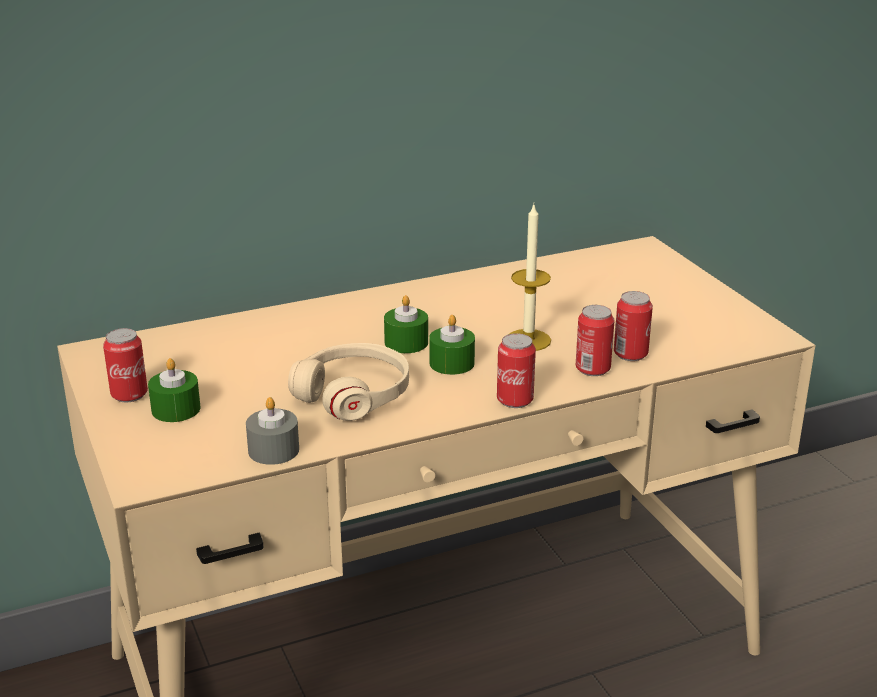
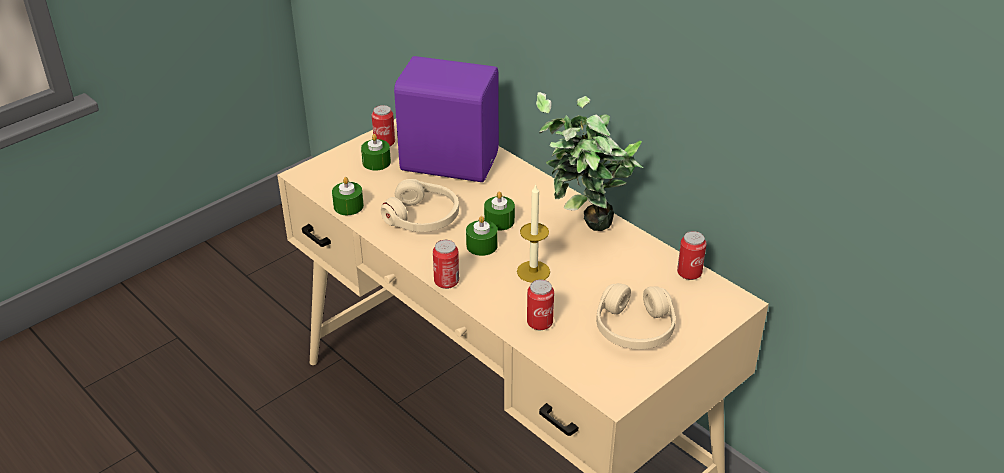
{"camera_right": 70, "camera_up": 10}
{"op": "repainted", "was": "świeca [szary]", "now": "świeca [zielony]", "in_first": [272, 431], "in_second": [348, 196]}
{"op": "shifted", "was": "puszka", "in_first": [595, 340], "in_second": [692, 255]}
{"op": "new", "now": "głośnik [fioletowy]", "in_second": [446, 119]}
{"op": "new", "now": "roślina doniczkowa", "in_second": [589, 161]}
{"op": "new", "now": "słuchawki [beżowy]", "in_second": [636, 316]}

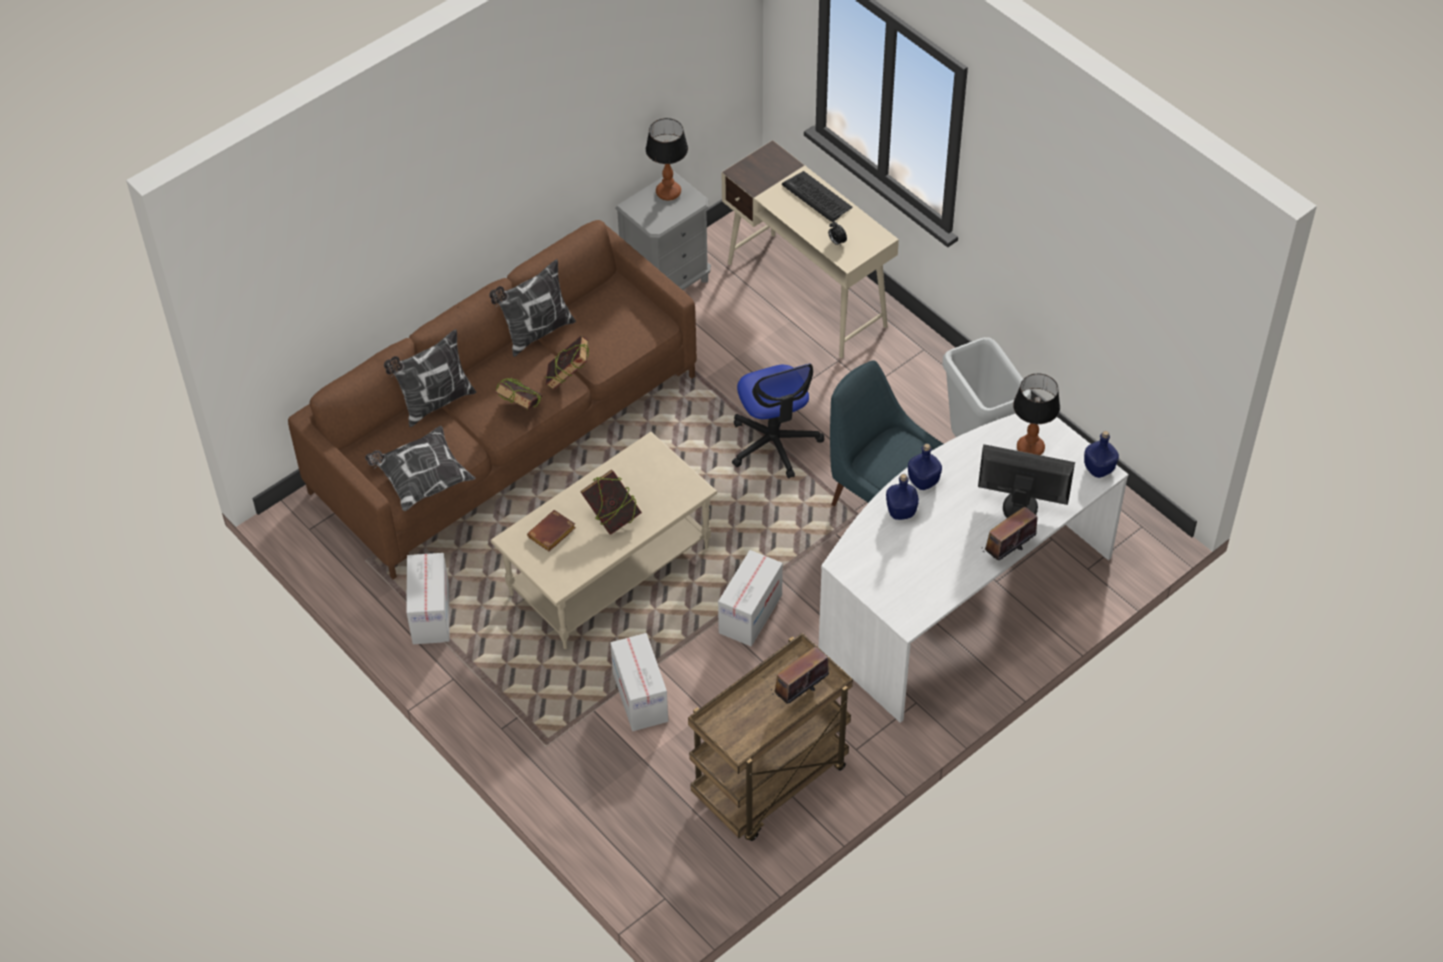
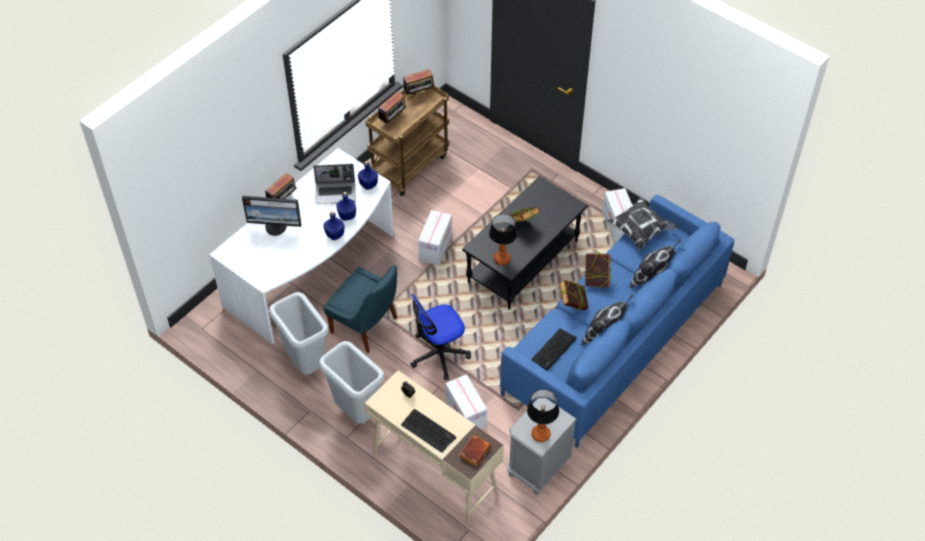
{"camera_right": 170, "camera_up": 0}
{"op": "repainted", "was": "kanapa [brązowy]", "now": "kanapa [niebieski]", "in_first": [492, 399], "in_second": [617, 321]}
{"op": "repainted", "was": "ława [beżowy]", "now": "ława [czarny]", "in_first": [604, 540], "in_second": [525, 242]}
{"op": "shifted", "was": "książka [brązowy]", "in_first": [551, 530], "in_second": [475, 450]}
{"op": "shifted", "was": "karton", "in_first": [639, 682], "in_second": [466, 402]}
{"op": "rotated", "was": "krzesło biurowe", "in_first": [778, 421], "in_second": [440, 337], "clockwise": -90}
{"op": "shifted", "was": "lampa stołowa", "in_first": [1036, 414], "in_second": [503, 239]}
{"op": "shifted", "was": "butelka [niebieski]", "in_first": [1101, 454], "in_second": [368, 175]}
{"op": "new", "now": "laptop", "in_second": [334, 184]}
{"op": "new", "now": "kosz na śmieci [szary]", "in_second": [351, 382]}
{"op": "new", "now": "radio", "in_second": [419, 82]}
{"op": "new", "now": "klawiatura", "in_second": [554, 350]}

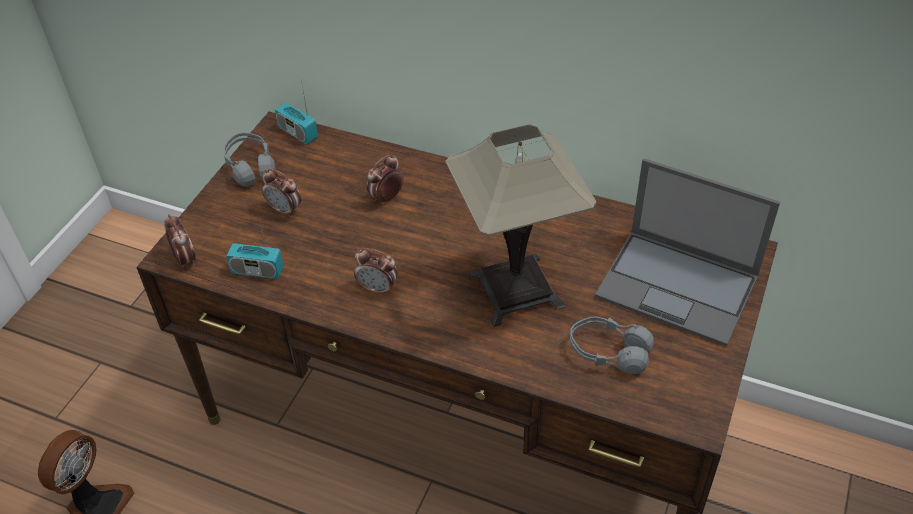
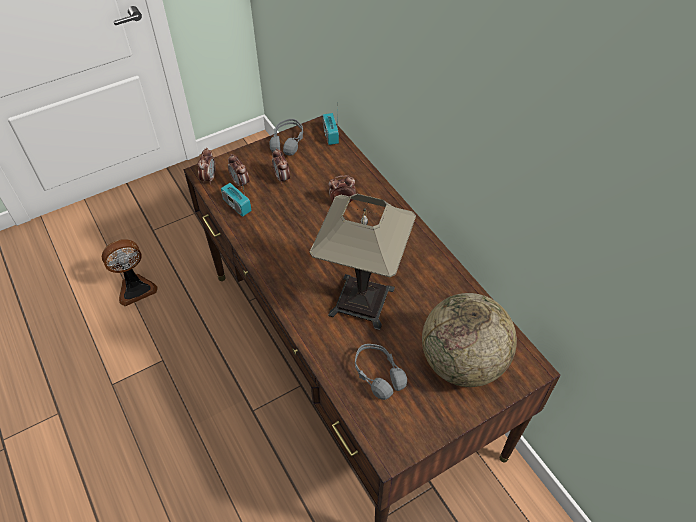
{"camera_right": 35, "camera_up": 5}
{"op": "shifted", "was": "budzik", "in_first": [376, 271], "in_second": [239, 171]}
{"op": "swapped", "was": "laptop", "now": "globus", "in_first": [687, 252], "in_second": [469, 340]}

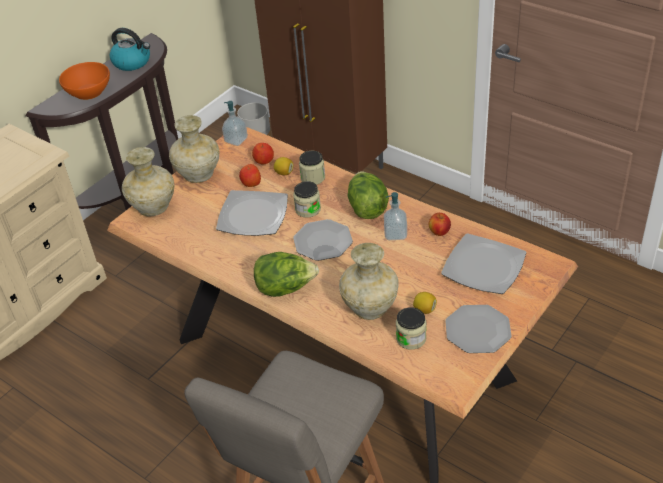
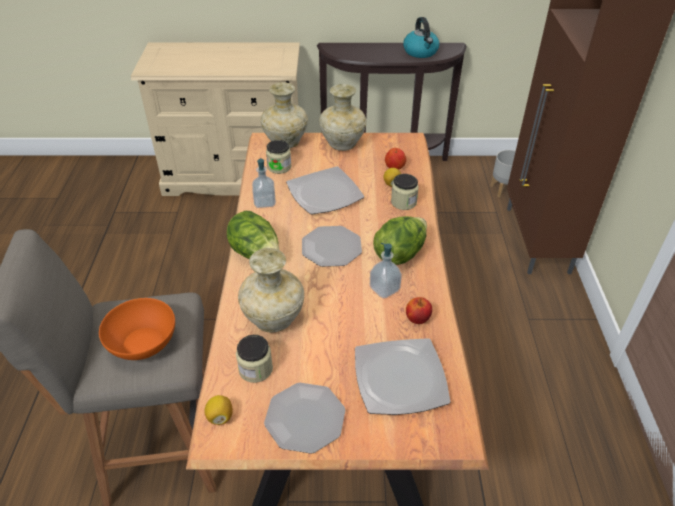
{"camera_right": 50, "camera_up": 0}
{"op": "shifted", "was": "miska [pomarańczowy]", "in_first": [84, 81], "in_second": [137, 329]}
{"op": "shifted", "was": "dozownik mydła", "in_first": [235, 123], "in_second": [264, 183]}
{"op": "gone", "was": "jabłko", "in_first": [250, 175]}
{"op": "shifted", "was": "słoik", "in_first": [307, 199], "in_second": [279, 157]}
{"op": "shifted", "was": "cytryna", "in_first": [425, 303], "in_second": [218, 410]}

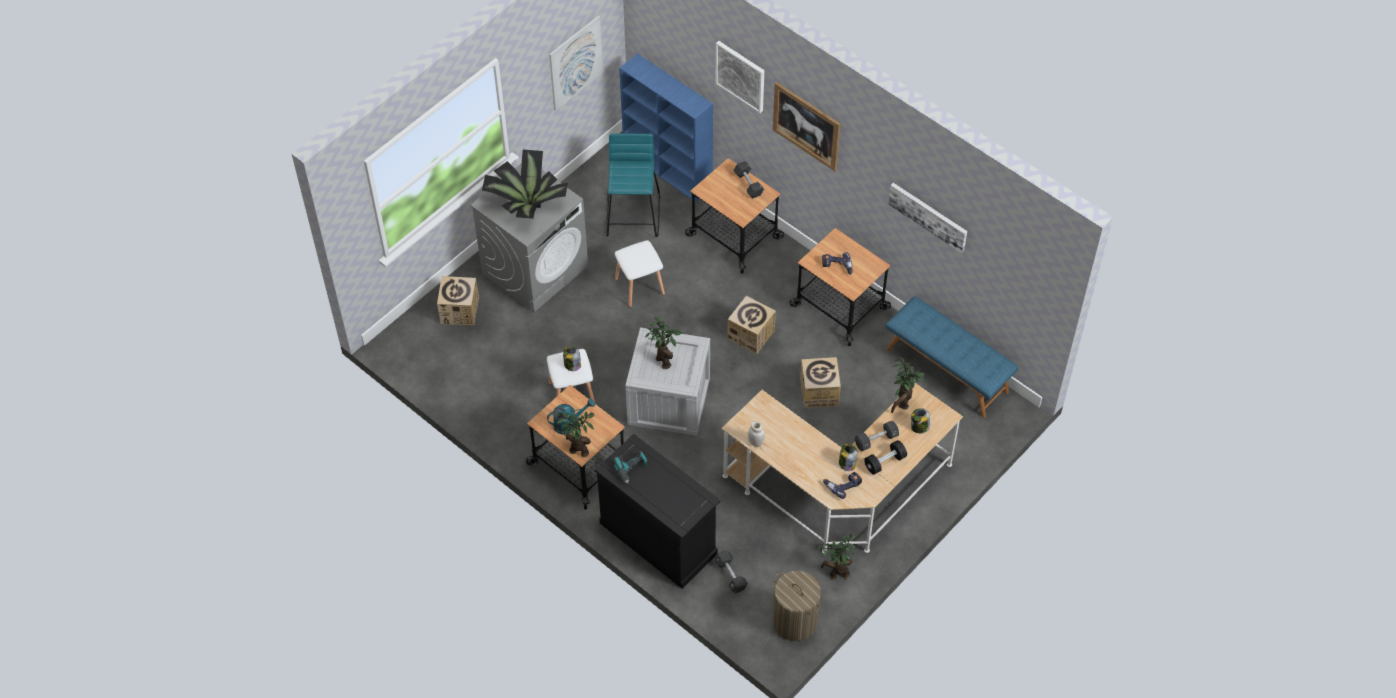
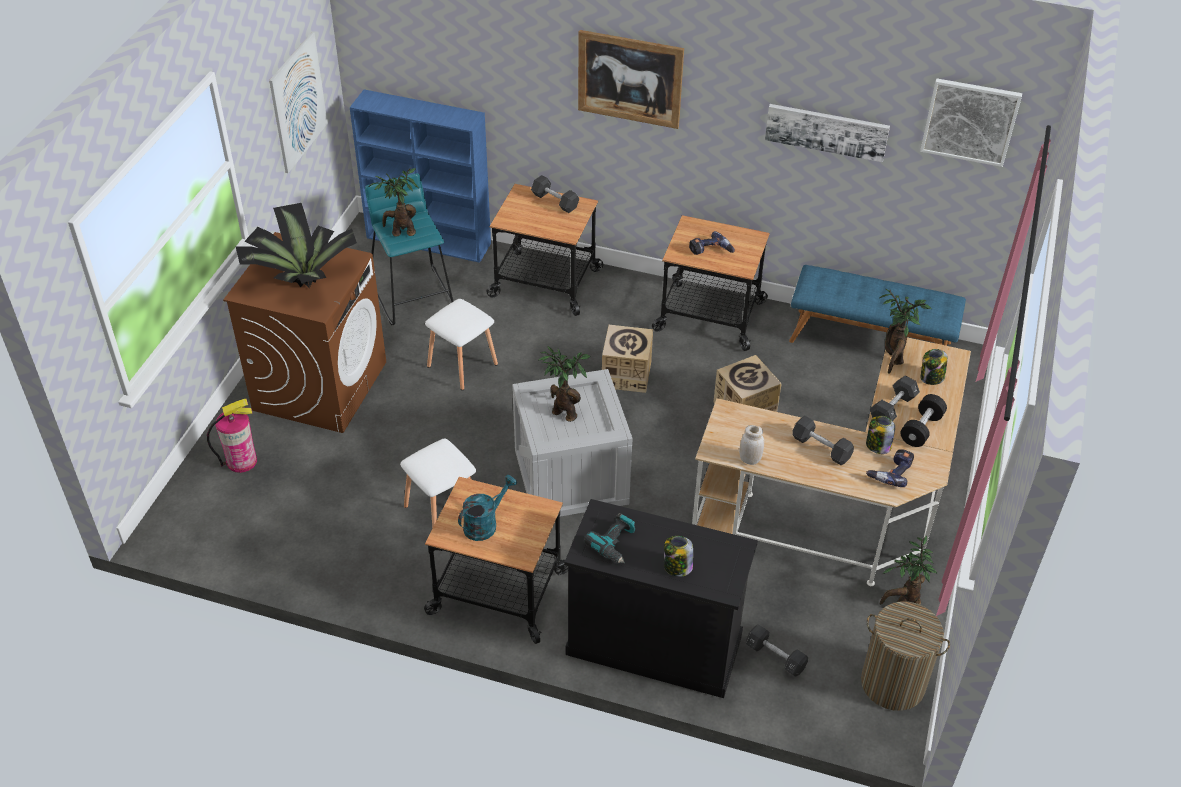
{"camera_right": -25, "camera_up": -10}
{"op": "swapped", "was": "karton", "now": "gaśnica", "in_first": [458, 300], "in_second": [232, 436]}
{"op": "repainted", "was": "pralka [szary]", "now": "pralka [brązowy]", "in_first": [529, 238], "in_second": [304, 332]}
{"op": "shifted", "was": "roślina doniczkowa", "in_first": [575, 434], "in_second": [393, 202]}
{"op": "shifted", "was": "słoik", "in_first": [572, 358], "in_second": [678, 556]}
{"op": "shifted", "was": "obraz", "in_first": [740, 77], "in_second": [971, 122]}
{"op": "new", "now": "hantel [czarny]", "in_second": [823, 440]}

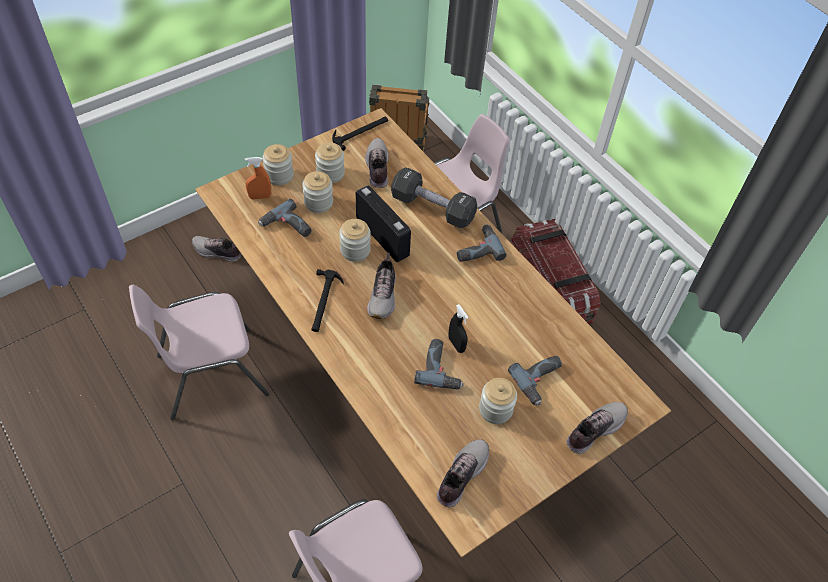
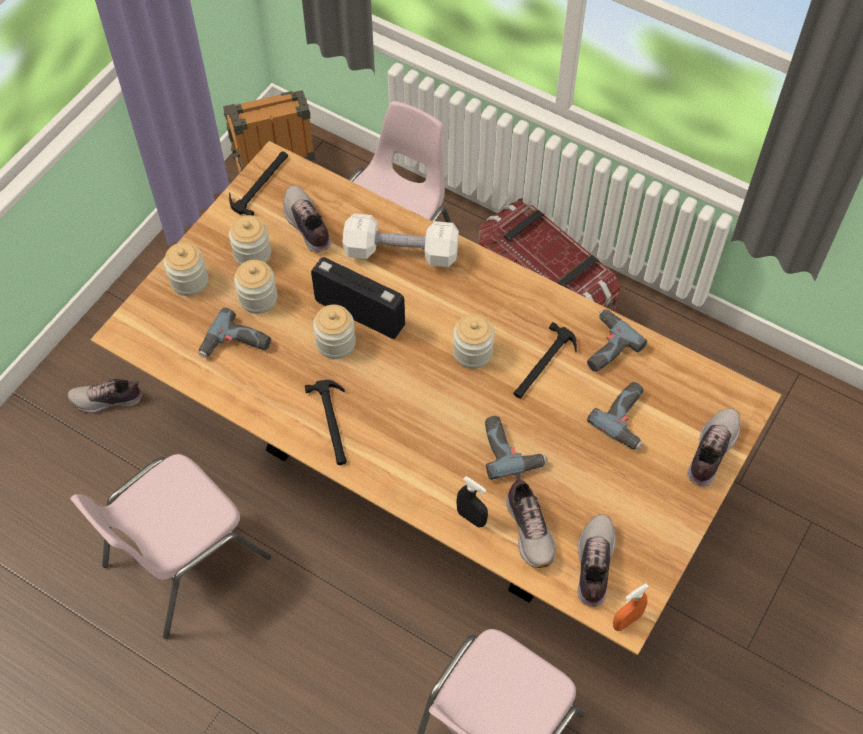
{"camera_right": -20, "camera_up": 5}
{"op": "shifted", "was": "spryskiwacz [pomarańczowy]", "in_first": [258, 178], "in_second": [631, 607]}
{"op": "shifted", "was": "but", "in_first": [381, 286], "in_second": [530, 520]}
{"op": "repainted", "was": "hantel [czarny]", "now": "hantel [biały]", "in_first": [434, 198], "in_second": [401, 240]}
{"op": "shifted", "was": "spryskiwacz [czarny]", "in_first": [458, 328], "in_second": [472, 502]}
{"op": "shifted", "was": "wiertarka", "in_first": [482, 243], "in_second": [617, 341]}
{"op": "shifted", "was": "słoik", "in_first": [498, 401], "in_second": [473, 341]}
{"op": "new", "now": "młotek", "in_second": [545, 360]}

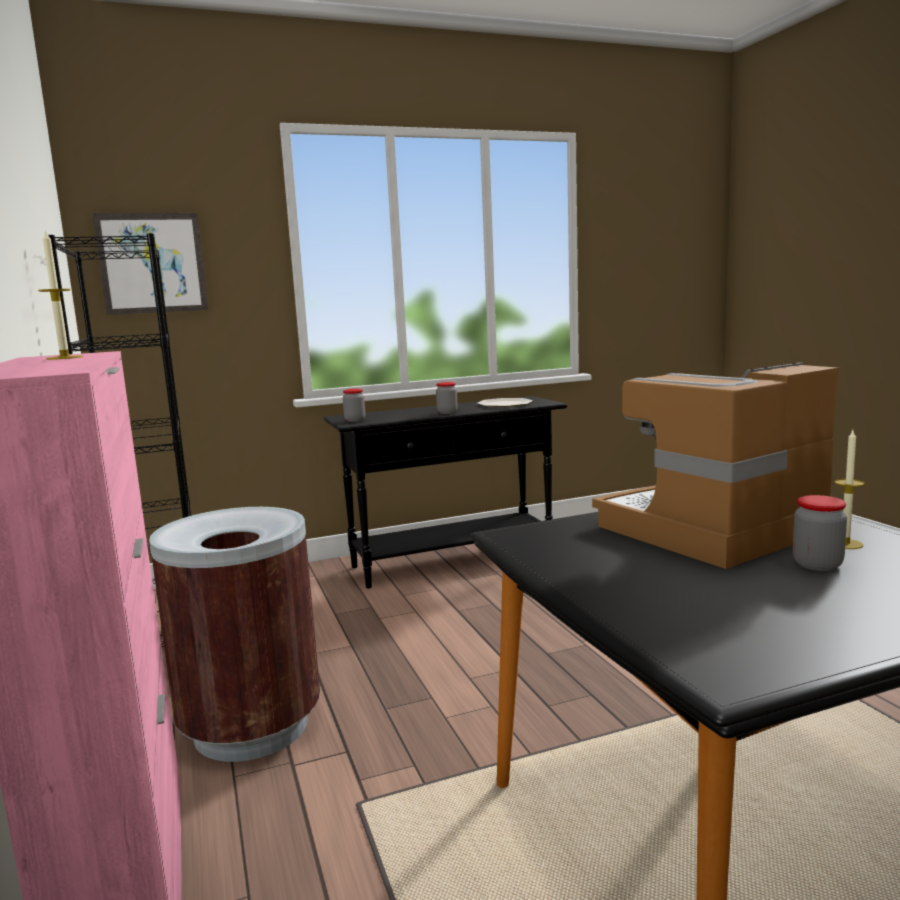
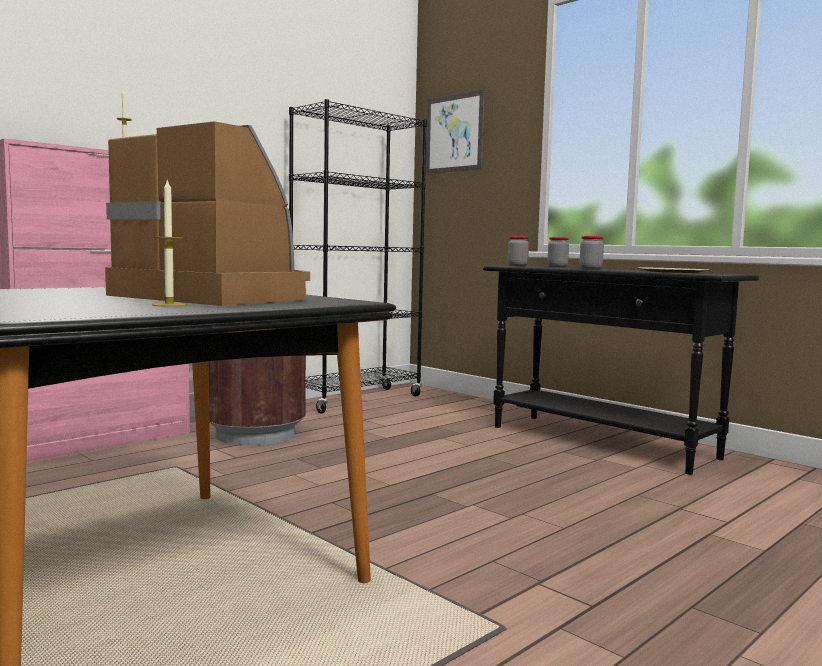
{"camera_right": 65, "camera_up": -5}
{"op": "shifted", "was": "słoik", "in_first": [820, 533], "in_second": [558, 252]}

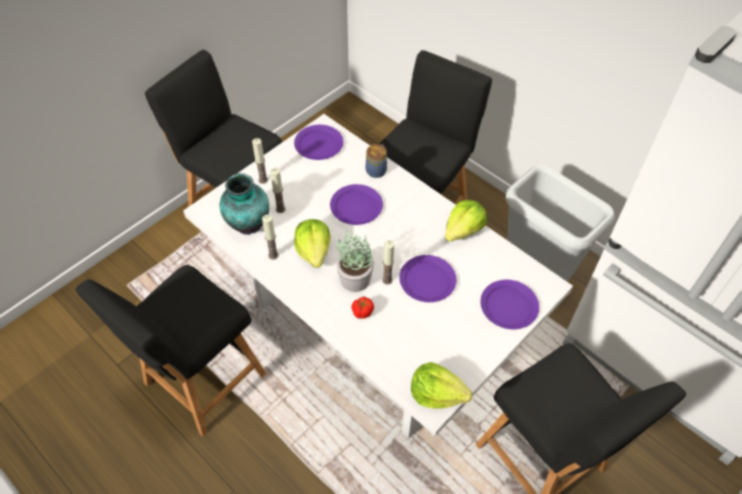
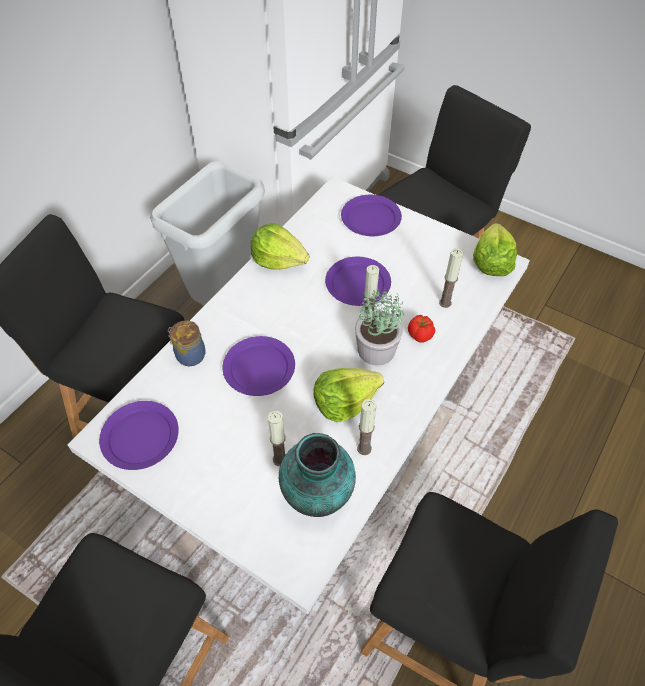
{"camera_right": -100, "camera_up": 0}
{"op": "shifted", "was": "świeca", "in_first": [260, 161], "in_second": [451, 278]}

